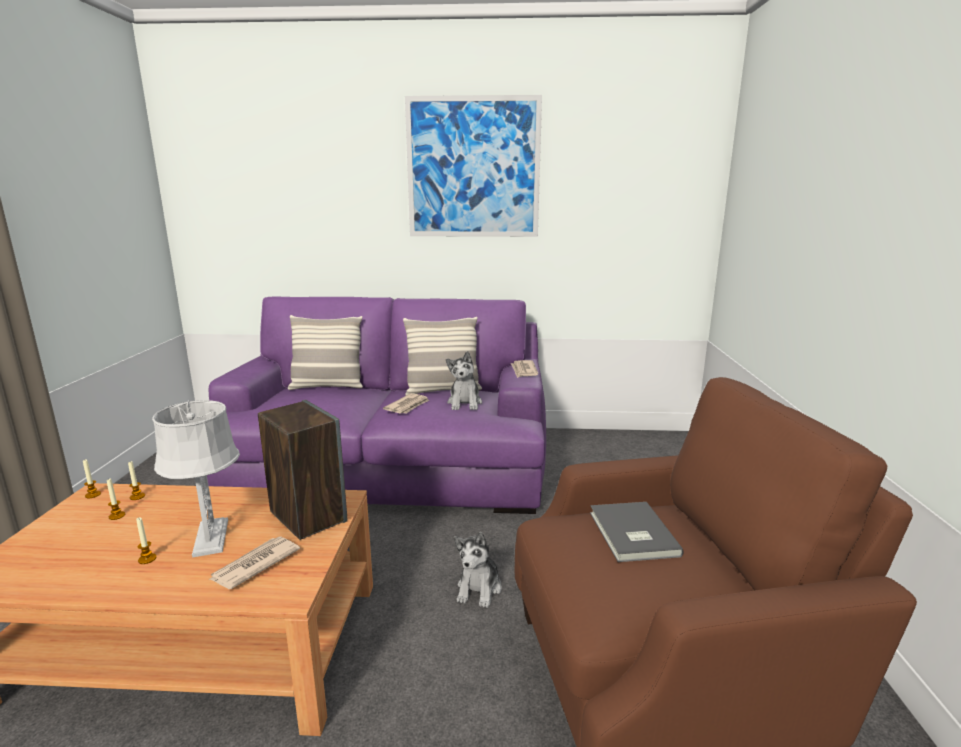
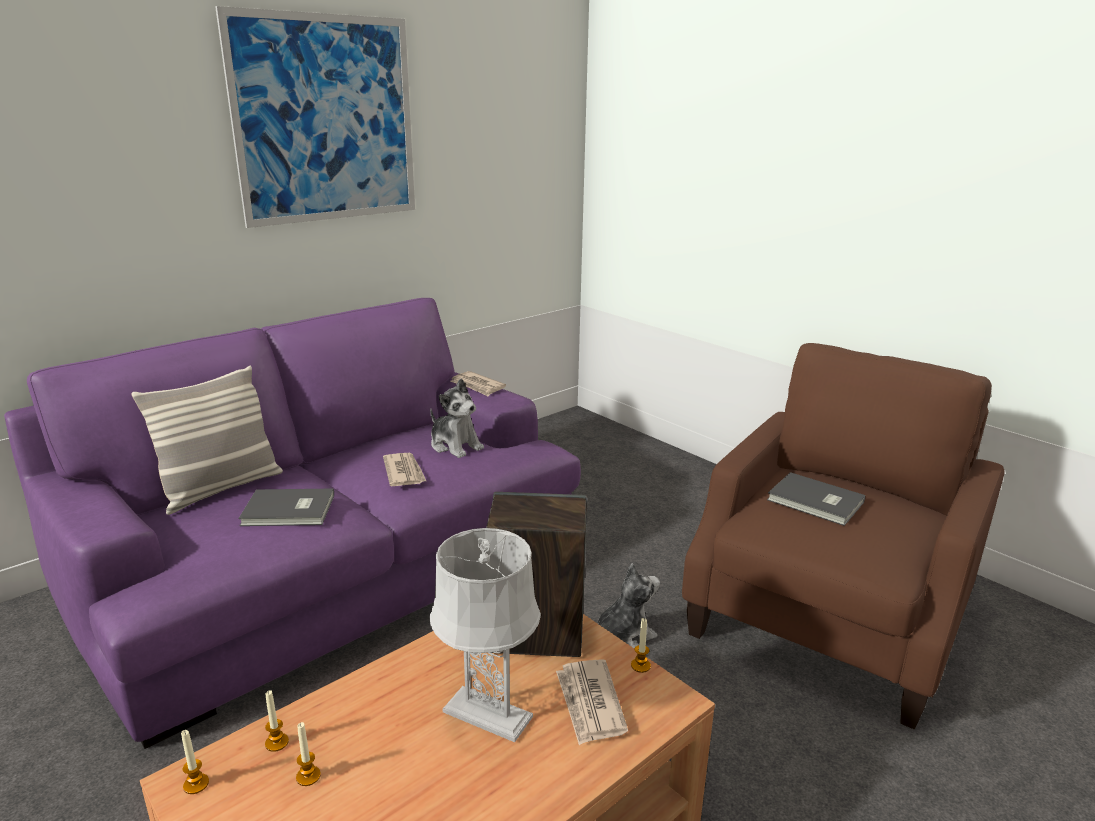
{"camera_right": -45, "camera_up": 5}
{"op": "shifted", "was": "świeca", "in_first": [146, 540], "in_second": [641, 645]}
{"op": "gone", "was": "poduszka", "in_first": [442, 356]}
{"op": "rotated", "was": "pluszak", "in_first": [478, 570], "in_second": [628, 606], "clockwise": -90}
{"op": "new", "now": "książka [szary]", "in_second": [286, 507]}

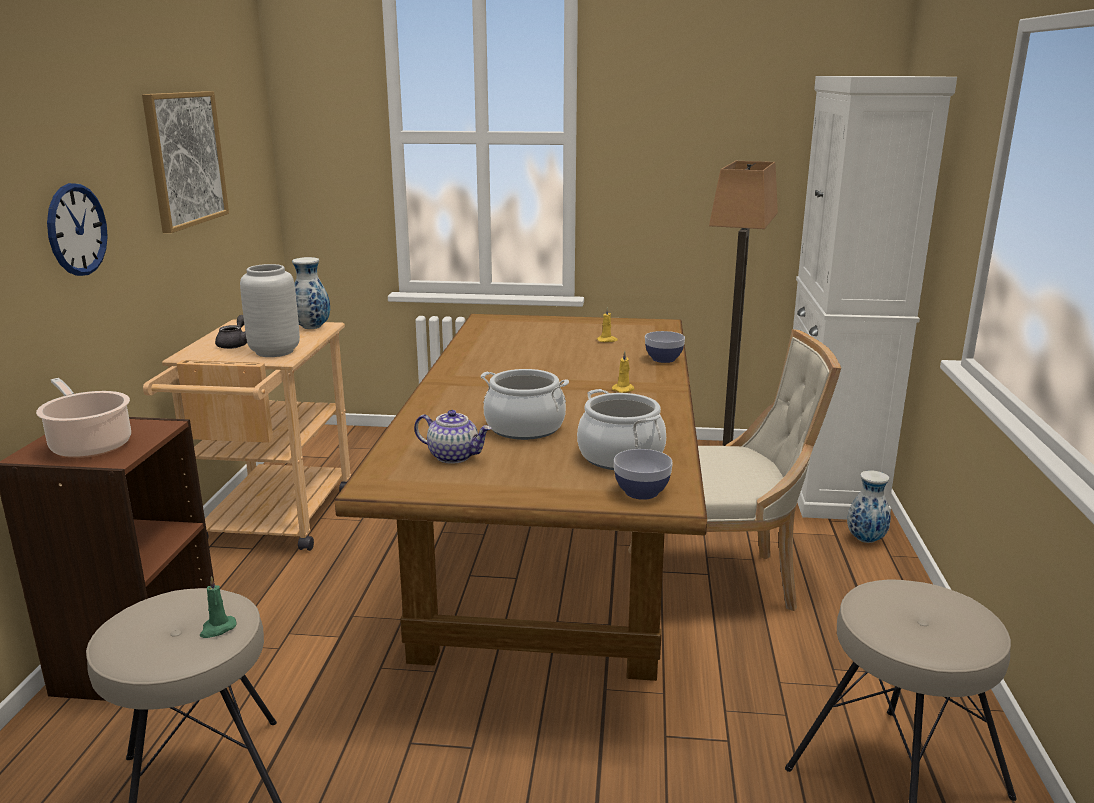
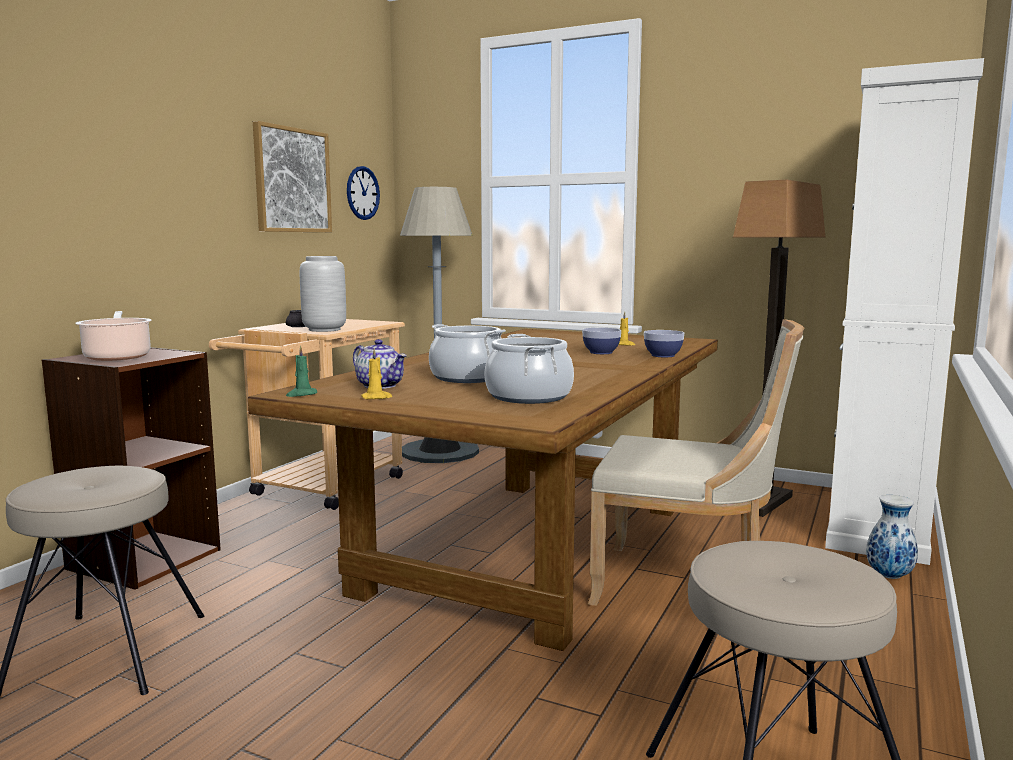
{"camera_right": 20, "camera_up": -10}
{"op": "shifted", "was": "zegar ścienny", "in_first": [77, 229], "in_second": [363, 193]}
{"op": "shifted", "was": "świeca [zielony]", "in_first": [218, 607], "in_second": [301, 371]}
{"op": "gone", "was": "wazon", "in_first": [311, 293]}
{"op": "shifted", "was": "świeca [żółty]", "in_first": [623, 372], "in_second": [376, 373]}
{"op": "shifted", "was": "miska", "in_first": [643, 474], "in_second": [601, 341]}
{"op": "new", "now": "lampa stojąca [szary]", "in_second": [439, 325]}

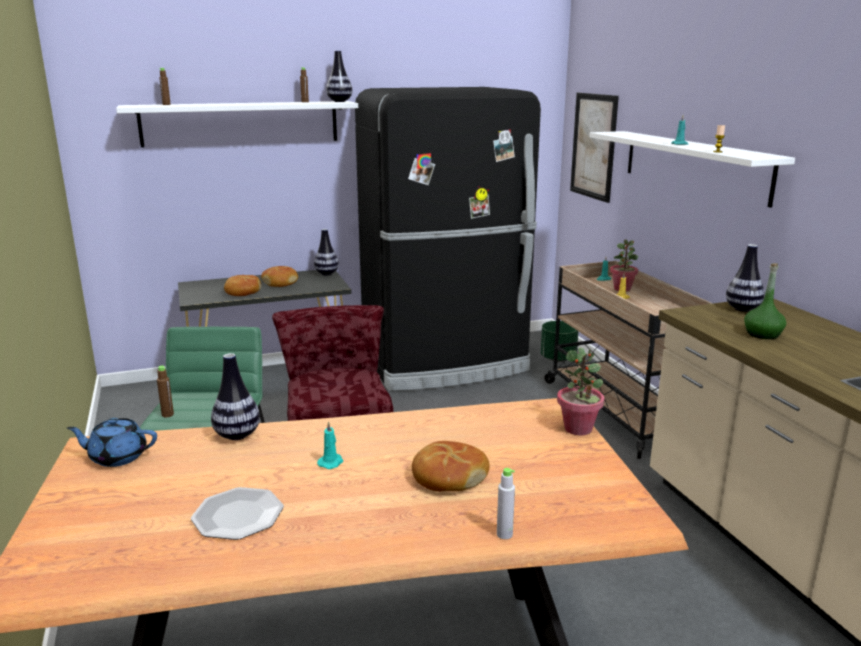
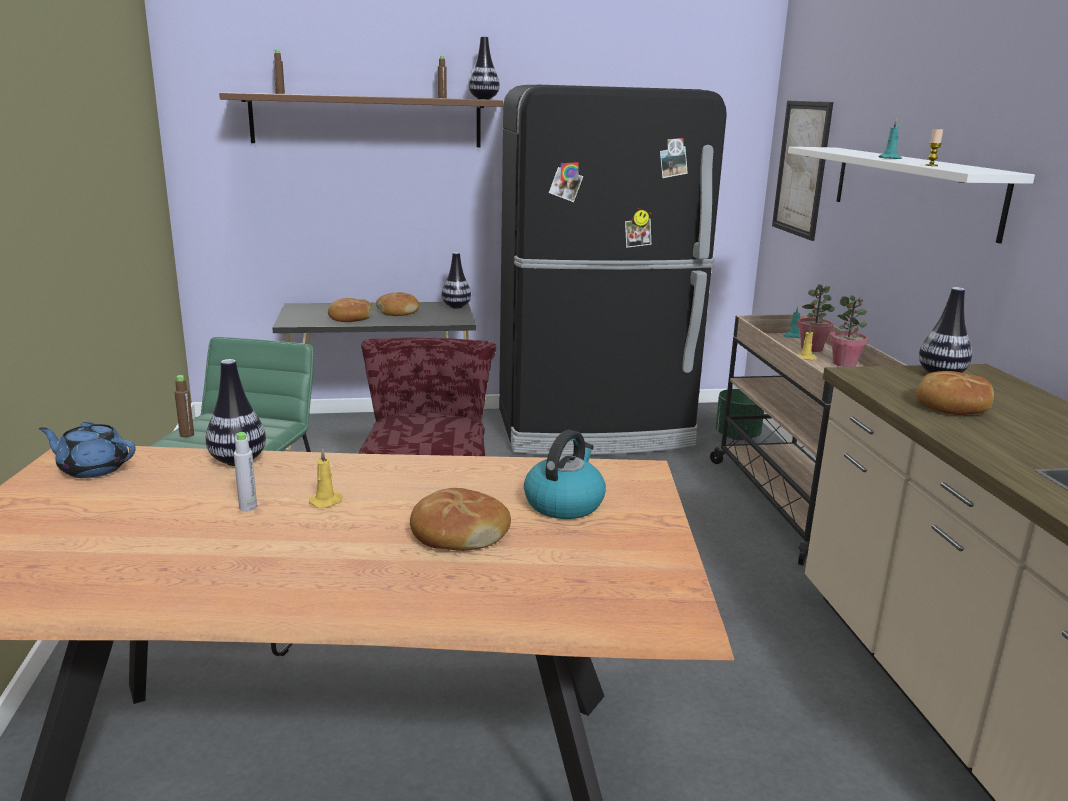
{"camera_right": 10, "camera_up": 0}
{"op": "repainted", "was": "półka [biały]", "now": "półka [brązowy]", "in_first": [237, 124], "in_second": [361, 120]}
{"op": "gone", "was": "talerz", "in_first": [237, 513]}
{"op": "repainted", "was": "świeca [turkusowy]", "now": "świeca [żółty]", "in_first": [330, 445], "in_second": [326, 478]}
{"op": "shifted", "was": "butelka [szary]", "in_first": [506, 503], "in_second": [245, 471]}
{"op": "shifted", "was": "roślina doniczkowa", "in_first": [581, 391], "in_second": [849, 331]}
{"op": "swapped", "was": "butelka [zielony]", "now": "chleb", "in_first": [765, 301], "in_second": [955, 393]}
{"op": "new", "now": "czajnik", "in_second": [565, 474]}

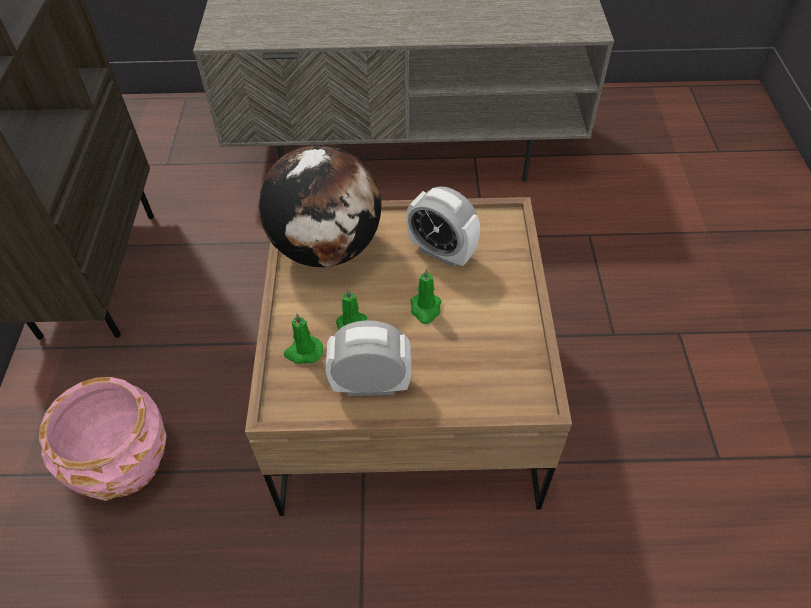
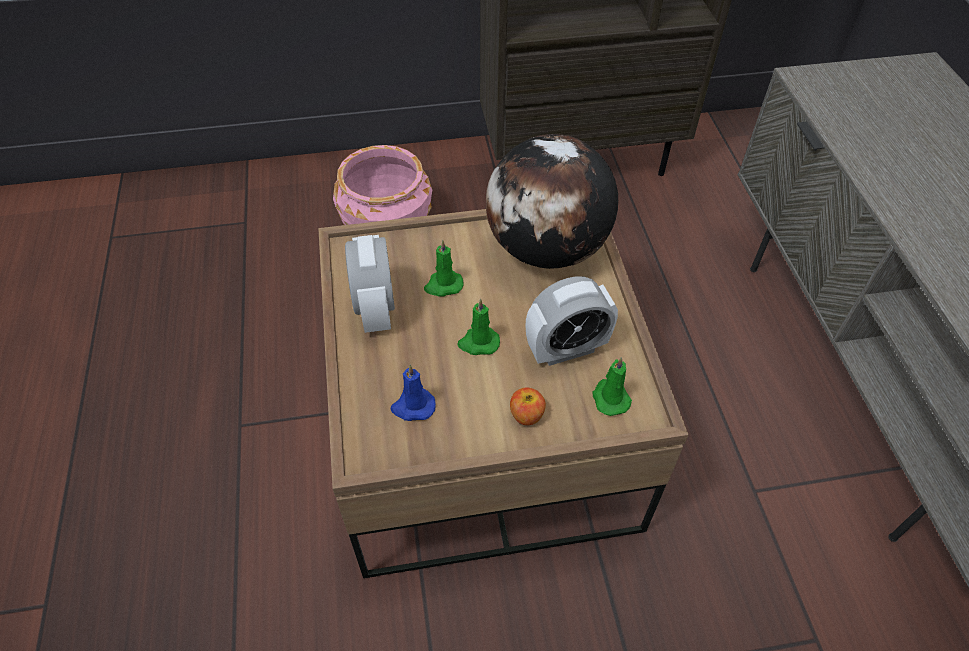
{"camera_right": 80, "camera_up": 0}
{"op": "shifted", "was": "świeca [zielony]", "in_first": [303, 338], "in_second": [612, 386]}
{"op": "rotated", "was": "budzik", "in_first": [443, 226], "in_second": [572, 321], "clockwise": -135}
{"op": "new", "now": "świeca [niebieski]", "in_second": [413, 393]}
{"op": "new", "now": "jabłko", "in_second": [528, 406]}

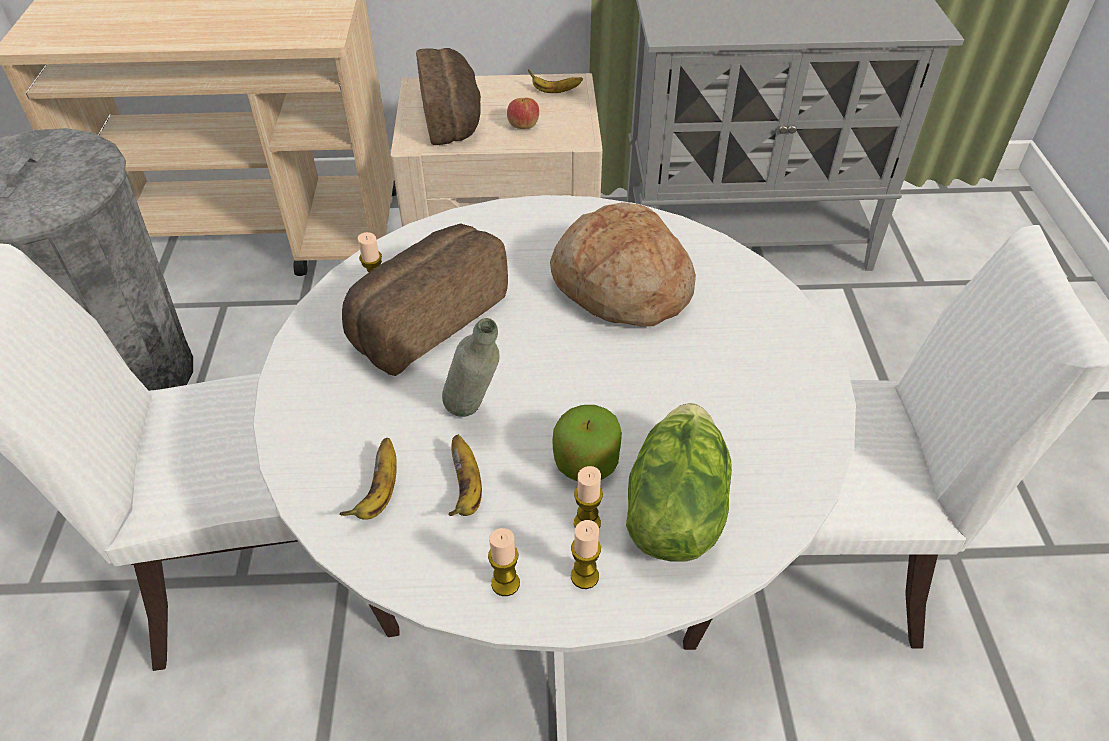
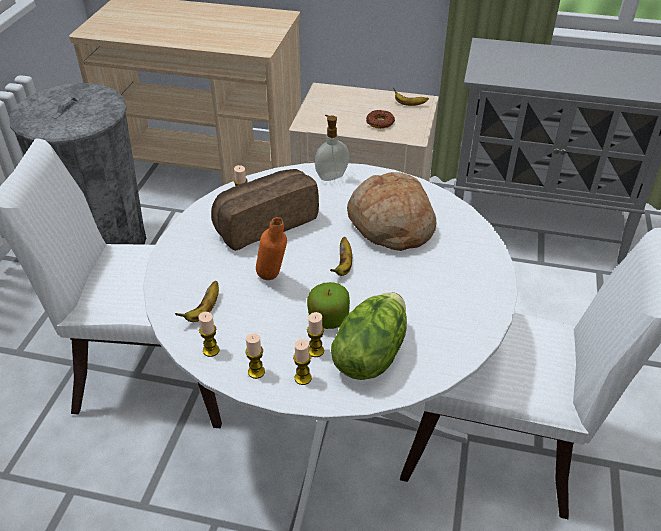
{"camera_right": 15, "camera_up": -5}
{"op": "gone", "was": "chleb", "in_first": [448, 96]}
{"op": "repainted", "was": "butelka [szary]", "now": "butelka [pomarańczowy]", "in_first": [470, 367], "in_second": [271, 248]}
{"op": "shifted", "was": "banan", "in_first": [465, 475], "in_second": [341, 256]}
{"op": "swapped", "was": "jabłko", "now": "donut", "in_first": [523, 113], "in_second": [380, 119]}
{"op": "new", "now": "świeca", "in_second": [209, 334]}
{"op": "new", "now": "dozownik mydła", "in_second": [332, 148]}

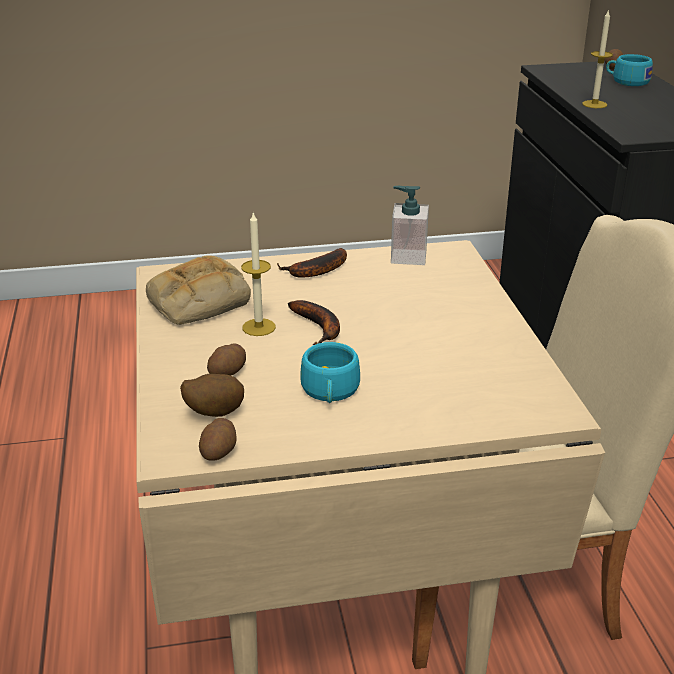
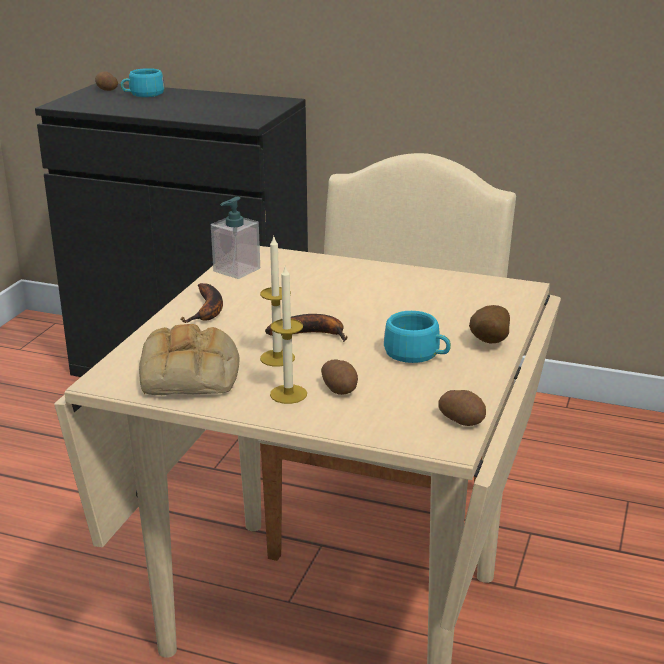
{"camera_right": -60, "camera_up": -5}
{"op": "shifted", "was": "ziemniak", "in_first": [212, 395], "in_second": [489, 324]}
{"op": "shifted", "was": "świeca", "in_first": [597, 58], "in_second": [288, 335]}

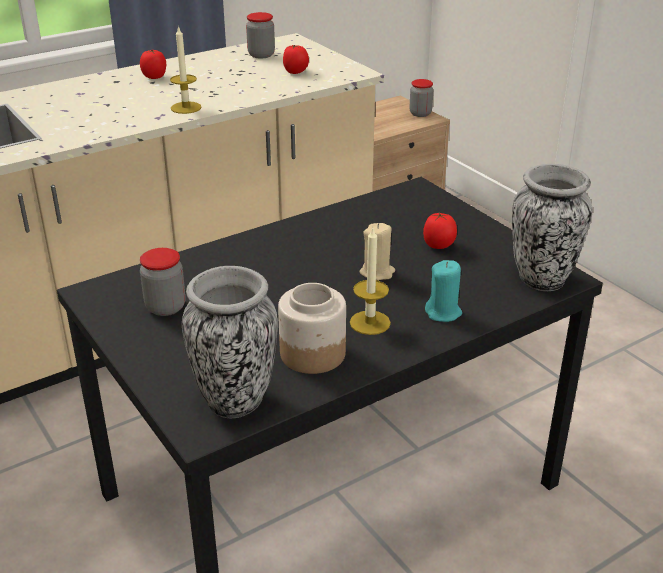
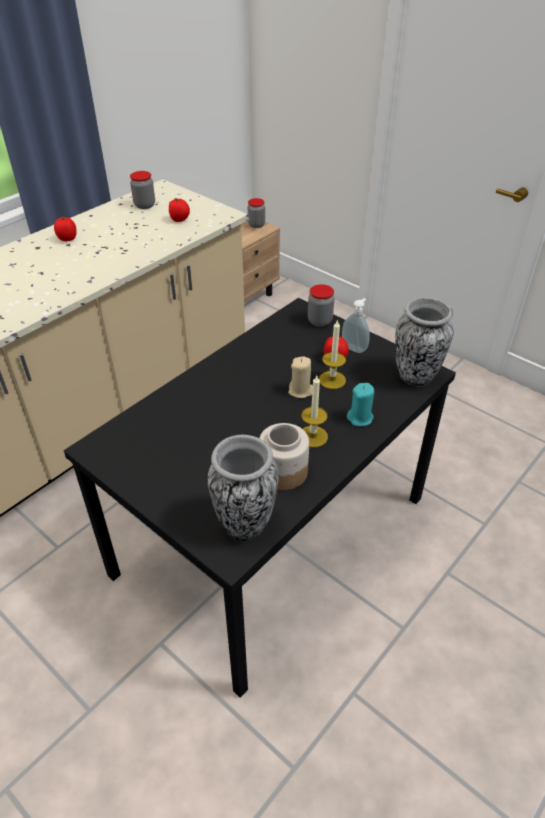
{"camera_right": -15, "camera_up": 10}
{"op": "shifted", "was": "słoik", "in_first": [163, 282], "in_second": [321, 305]}
{"op": "shifted", "was": "świeca", "in_first": [185, 70], "in_second": [332, 354]}
{"op": "new", "now": "dozownik mydła", "in_second": [355, 325]}

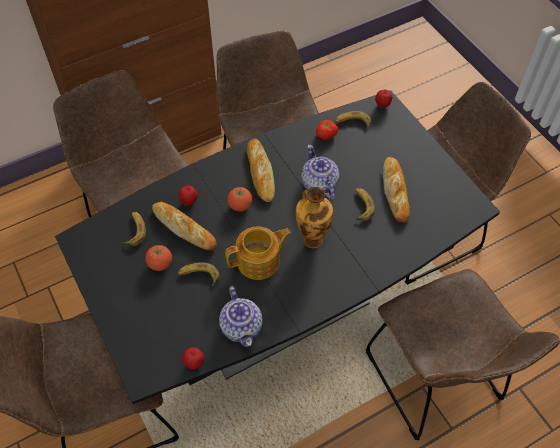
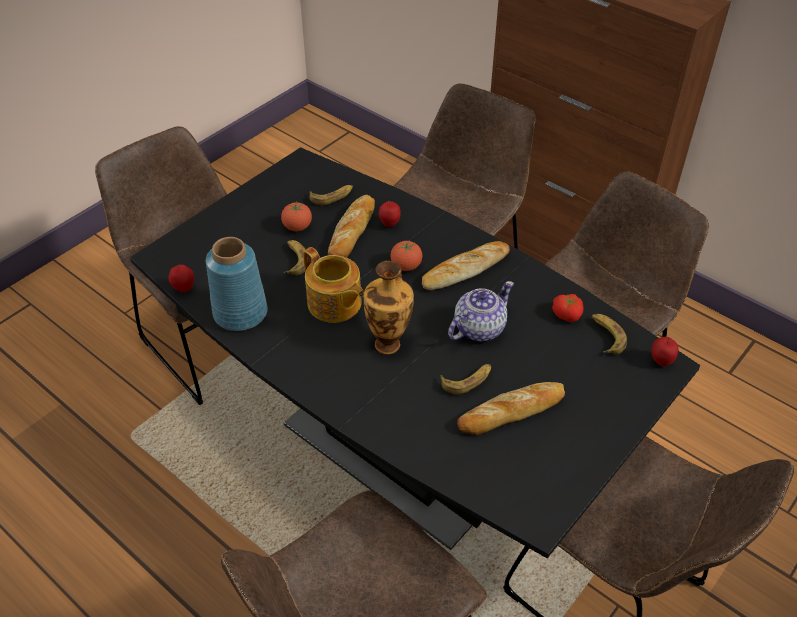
{"camera_right": 70, "camera_up": -10}
{"op": "swapped", "was": "imbryk", "now": "wazon [niebieski]", "in_first": [241, 316], "in_second": [237, 284]}

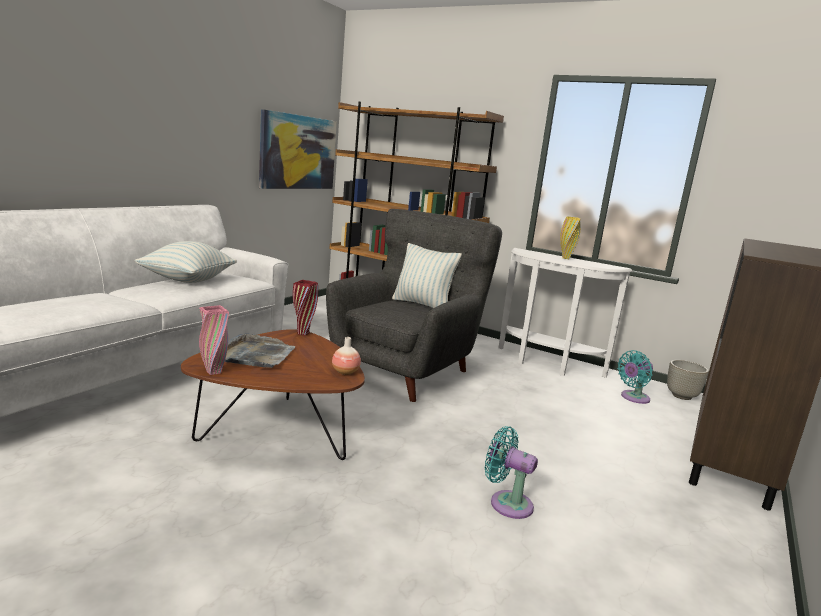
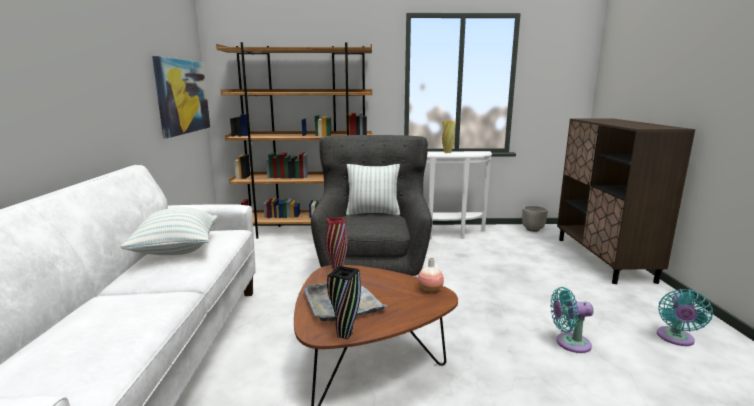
{"camera_right": -30, "camera_up": 0}
{"op": "repainted", "was": "wazon [różowy]", "now": "wazon [czarny]", "in_first": [214, 340], "in_second": [344, 302]}
{"op": "shifted", "was": "wentylator [turkusowy]", "in_first": [635, 377], "in_second": [685, 317]}

